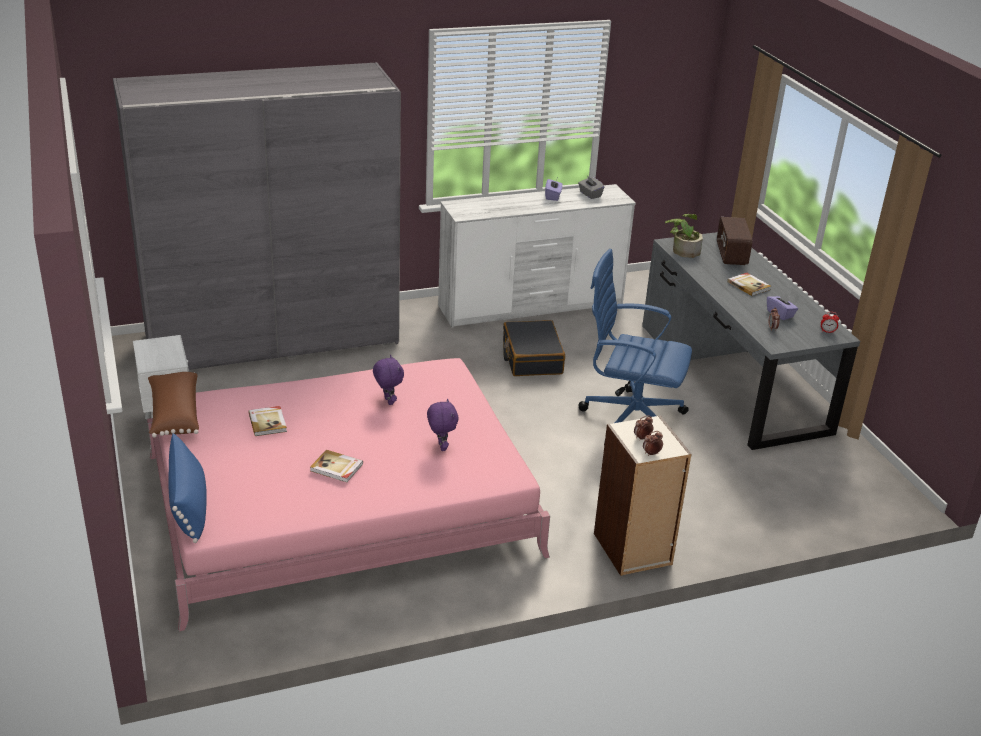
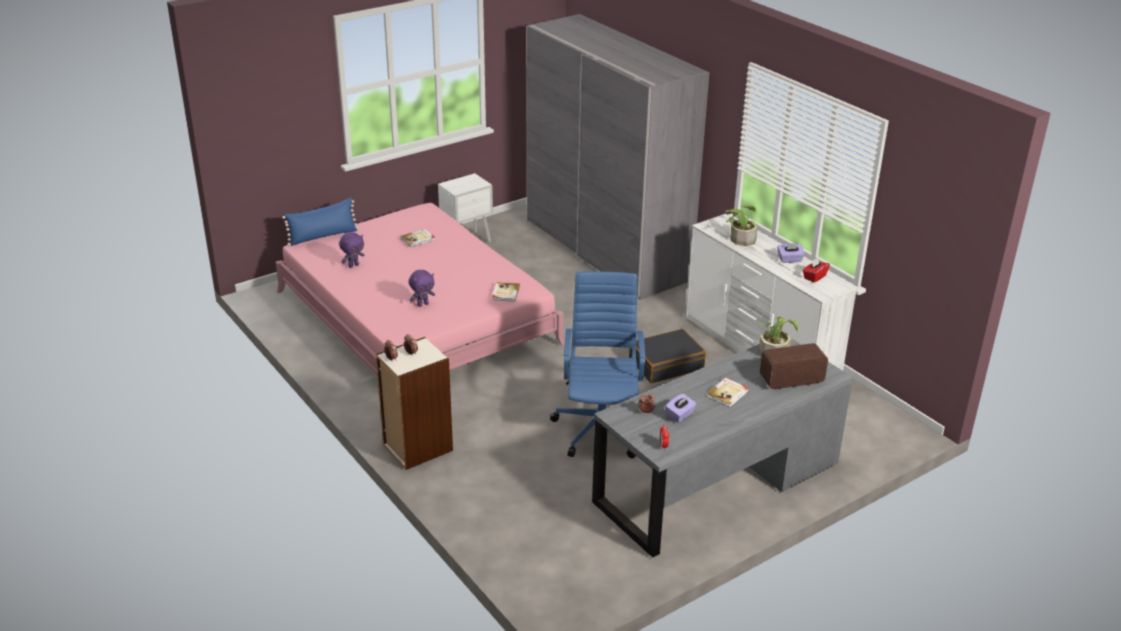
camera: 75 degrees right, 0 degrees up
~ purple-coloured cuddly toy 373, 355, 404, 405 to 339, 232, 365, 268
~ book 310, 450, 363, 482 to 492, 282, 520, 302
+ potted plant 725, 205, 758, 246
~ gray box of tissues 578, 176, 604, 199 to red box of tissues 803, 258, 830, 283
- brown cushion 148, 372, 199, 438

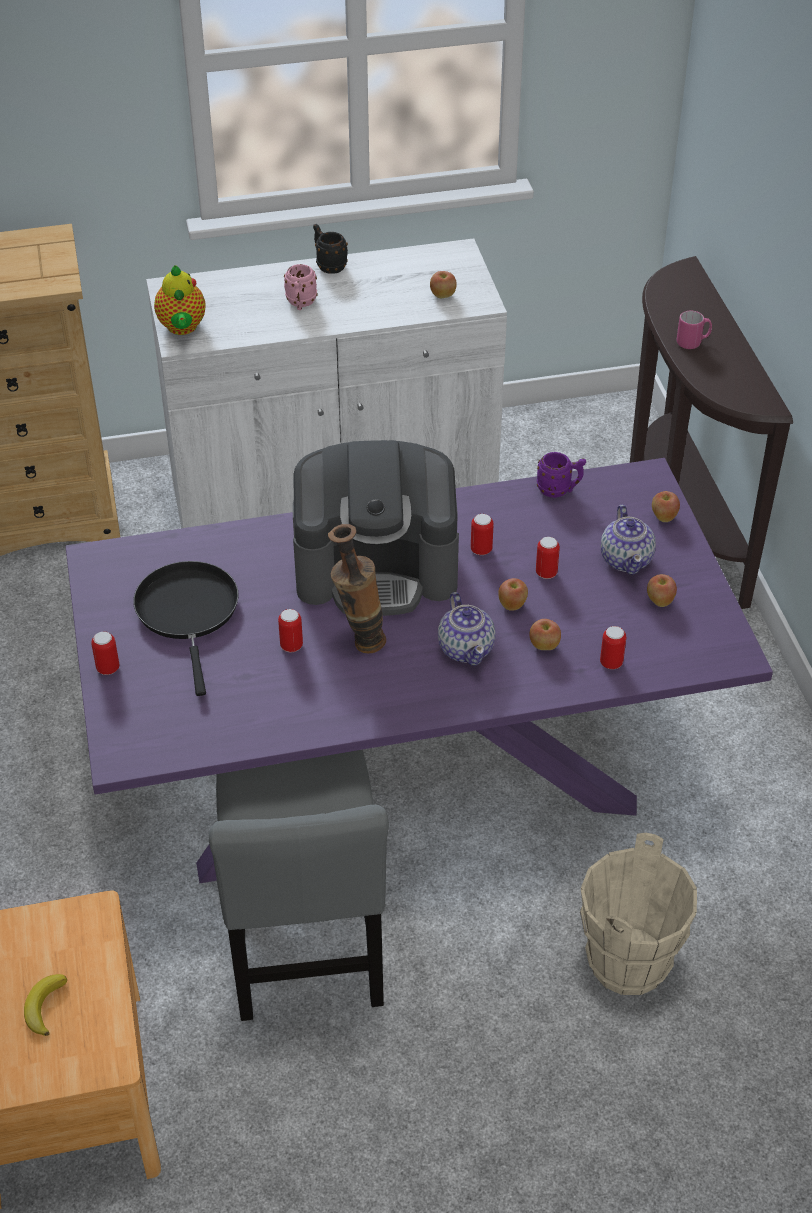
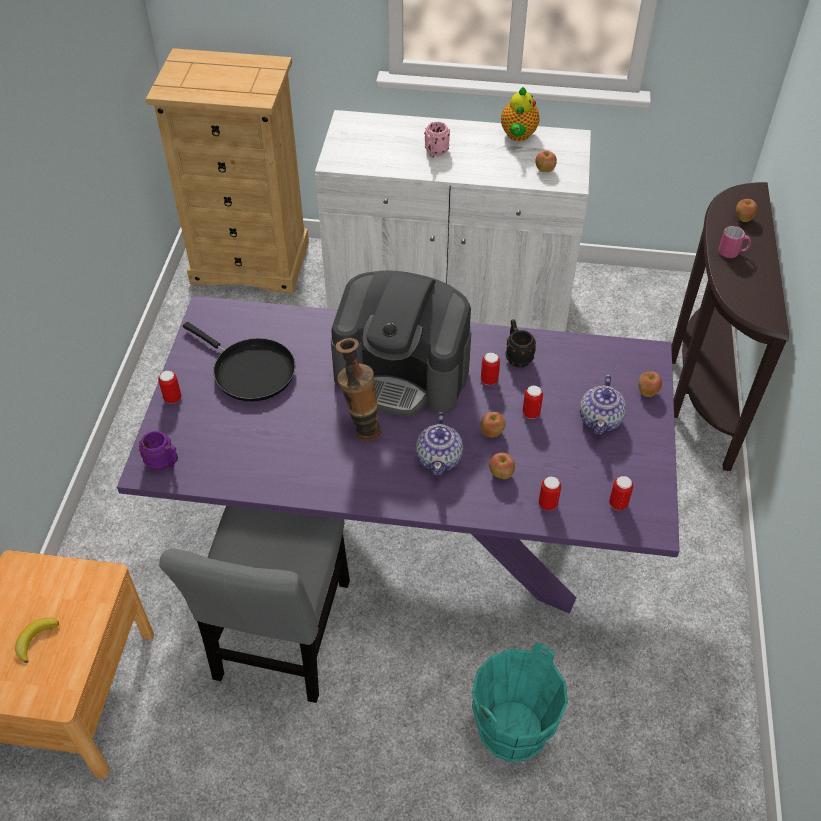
camera: 20 degrees right, 5 degrees up
~ purple-coloured mug 537, 452, 586, 498 to 139, 431, 178, 471
~ blackish frying pan 133, 561, 239, 696 = 183, 322, 295, 401 120 degrees clockwise
~ sand-coloured bucket 580, 833, 697, 995 to blue-green bucket 472, 643, 568, 762
~ pot for tea 154, 265, 205, 335 to 501, 87, 539, 141
~ blackish mug 313, 224, 348, 274 to 506, 319, 536, 367
~ can 278, 609, 303, 652 to 609, 476, 633, 510
~ apple 647, 574, 677, 607 to 736, 199, 758, 222

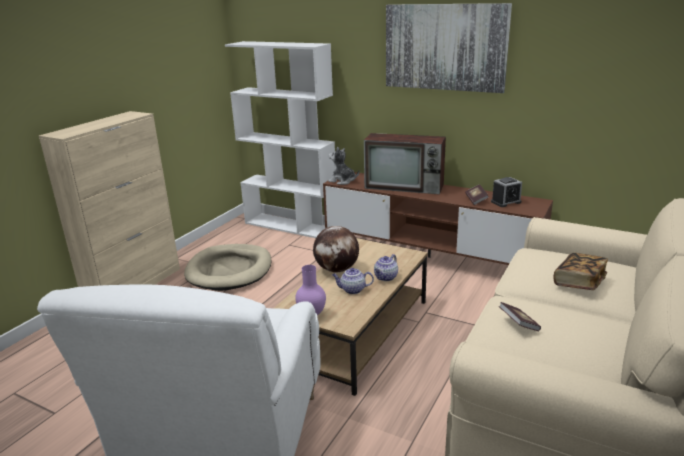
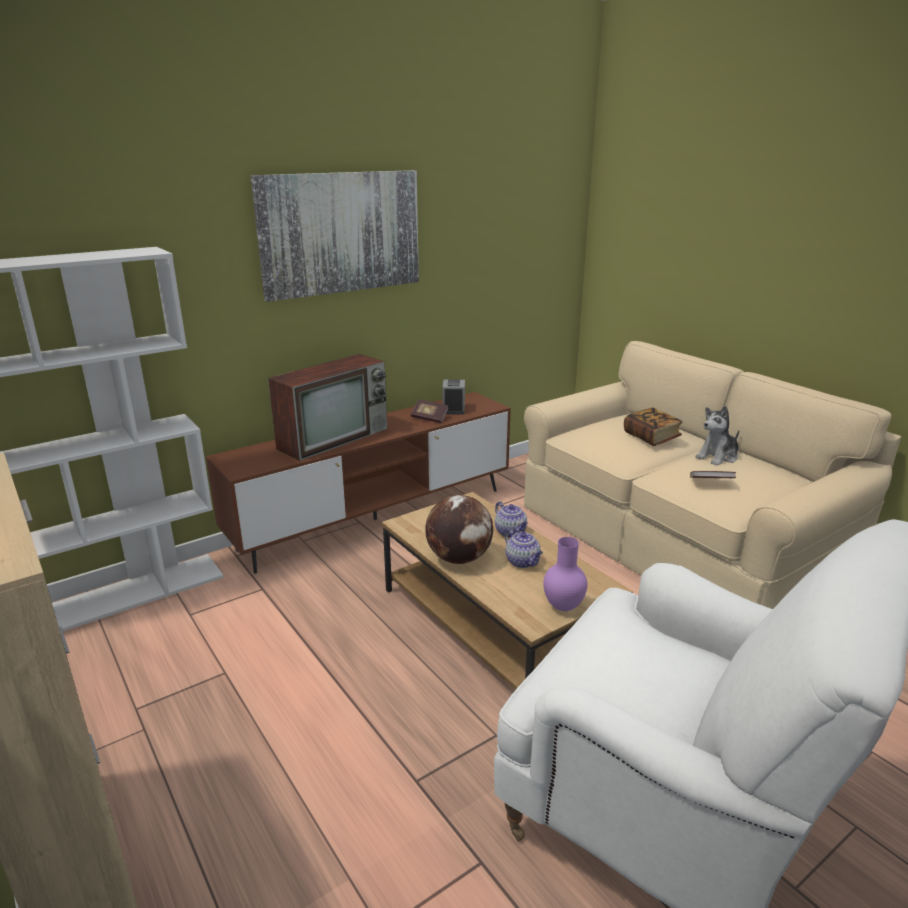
camera: 65 degrees left, 0 degrees up
~ pot for tea 332, 268, 374, 294 = 505, 529, 543, 568 60 degrees counterclockwise
~ cuddly toy 328, 147, 359, 185 to 695, 406, 739, 465
- sand-coloured dog bed 184, 244, 272, 291

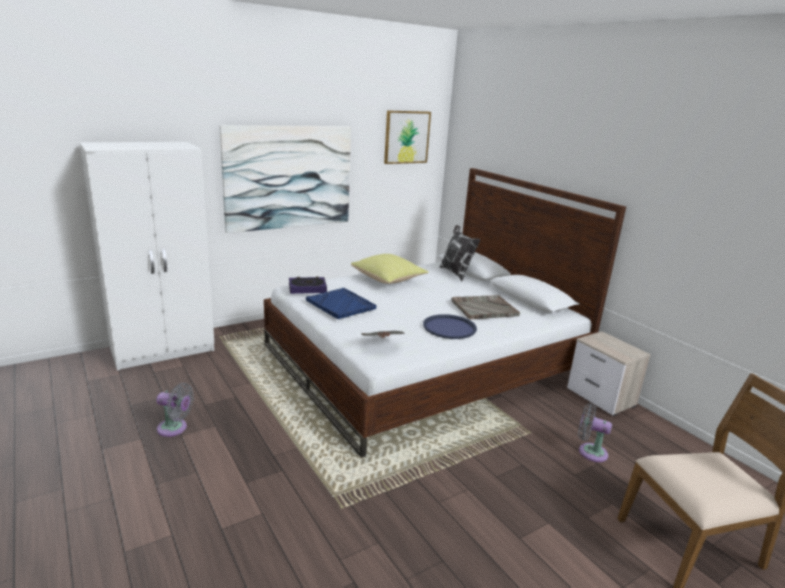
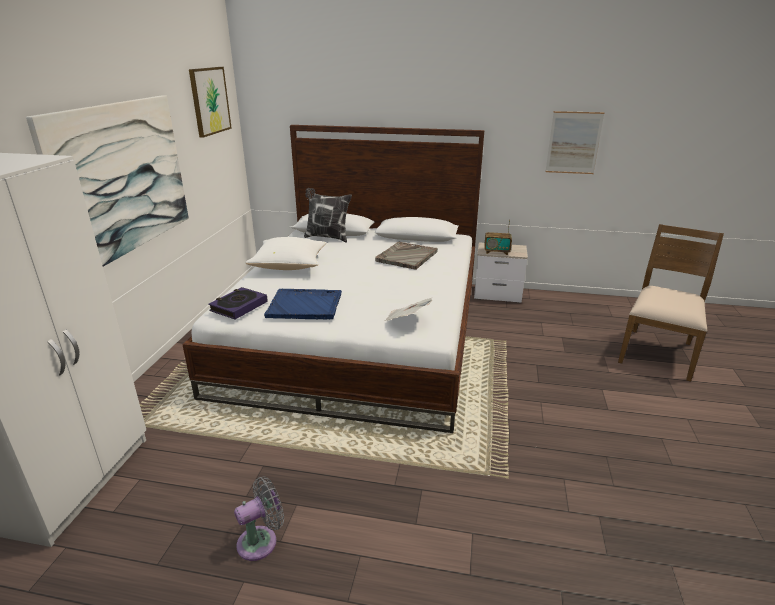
camera: 45 degrees left, 5 degrees up
~ yellow cushion 351, 254, 429, 284 to whitish cushion 245, 237, 327, 270
+ radio set 484, 220, 512, 255
+ wall art 545, 111, 605, 174
- blue tray 423, 314, 477, 339
- gray electric fan 578, 403, 612, 462

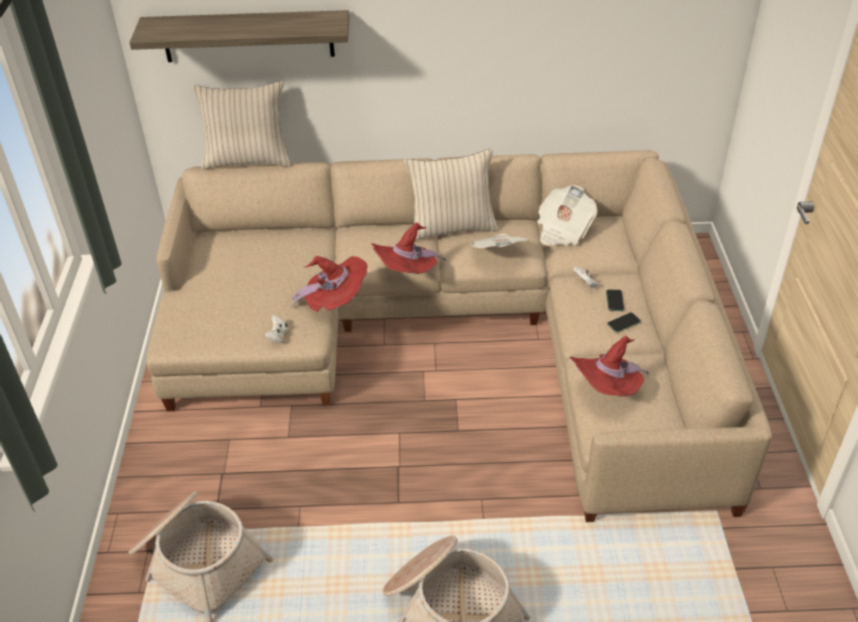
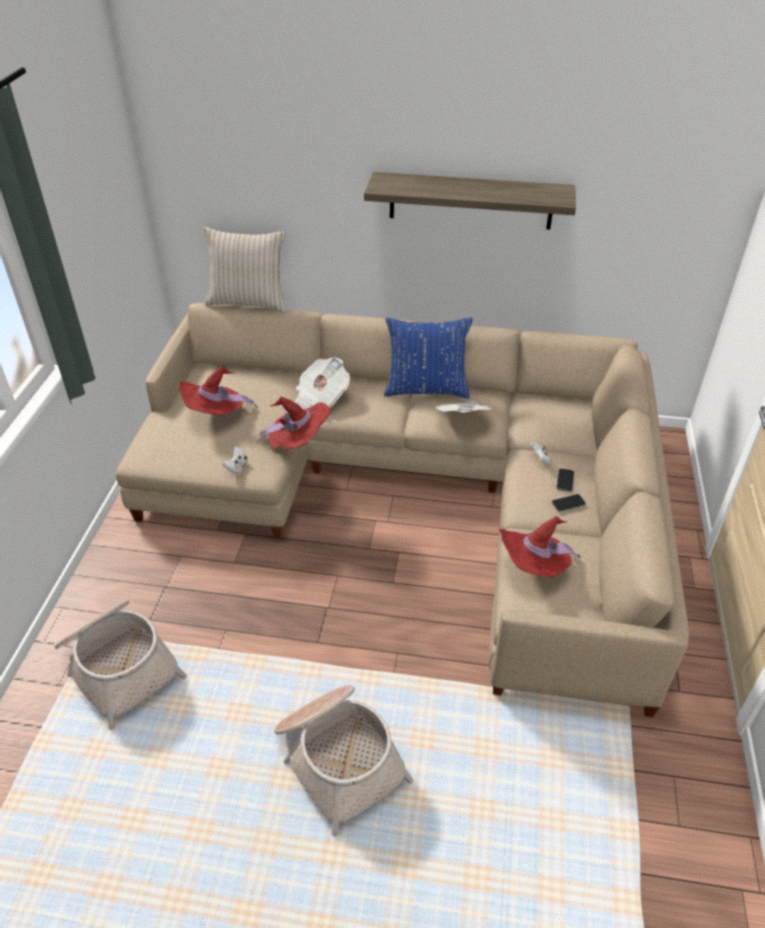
camera: 10 degrees right, 0 degrees up
~ red wearable hat 371, 222, 446, 274 to 177, 366, 258, 415
~ printed paper 537, 185, 597, 245 to 295, 357, 350, 409
~ bracket shelf 129, 10, 350, 62 to 364, 172, 576, 230
~ sand-coloured cushion 404, 148, 498, 241 to blue cushion 384, 318, 473, 398

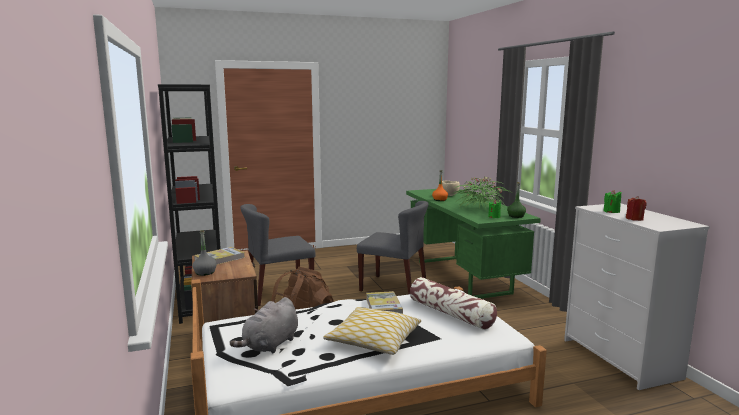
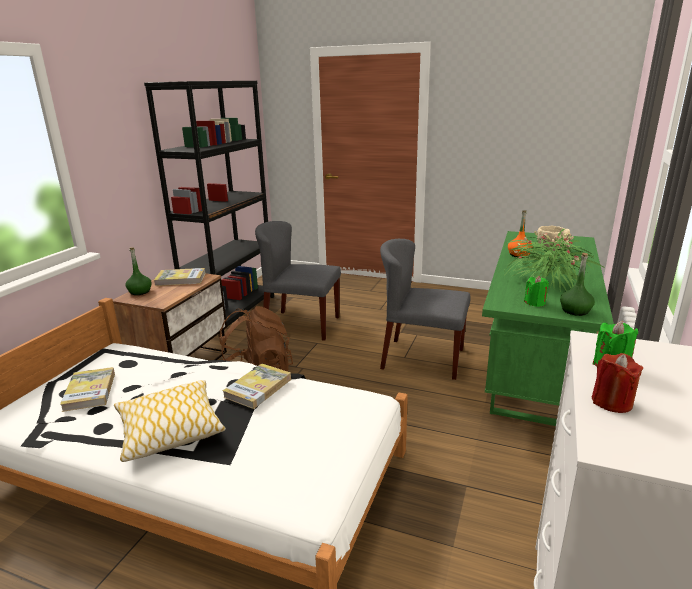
camera: 40 degrees right, 10 degrees up
~ gray cuddly toy 230, 297, 298, 353 to book 60, 367, 115, 412
~ gray beverage bottle 192, 230, 217, 276 to greenish beverage bottle 126, 247, 152, 295
~ gray upright chair 357, 201, 428, 295 = 380, 239, 471, 380 135 degrees clockwise
- cushion 410, 277, 497, 330

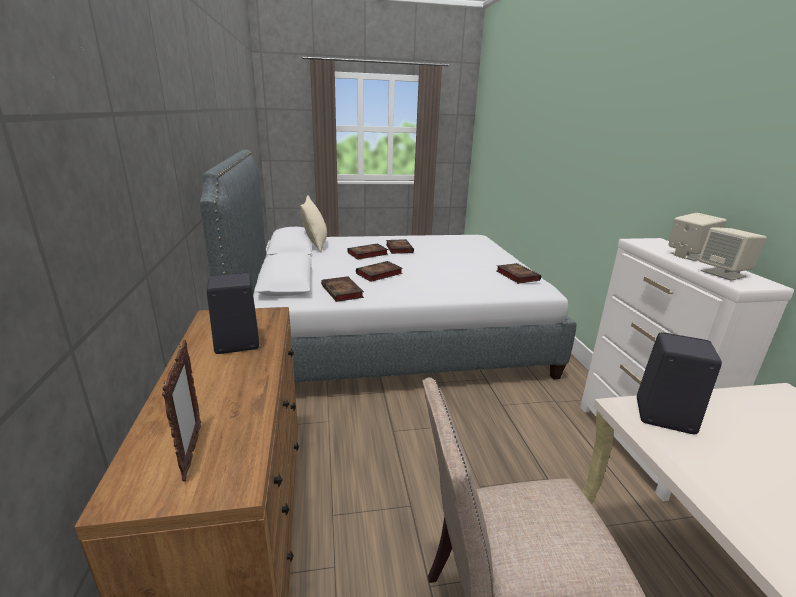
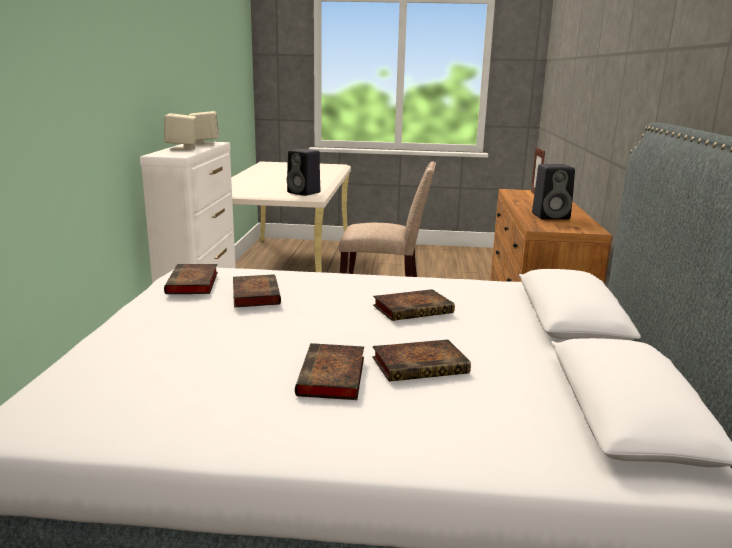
camera: 165 degrees left, 5 degrees down
~ book 321, 276, 364, 302 to 233, 274, 281, 308
- sand-coloured cushion 301, 195, 327, 253

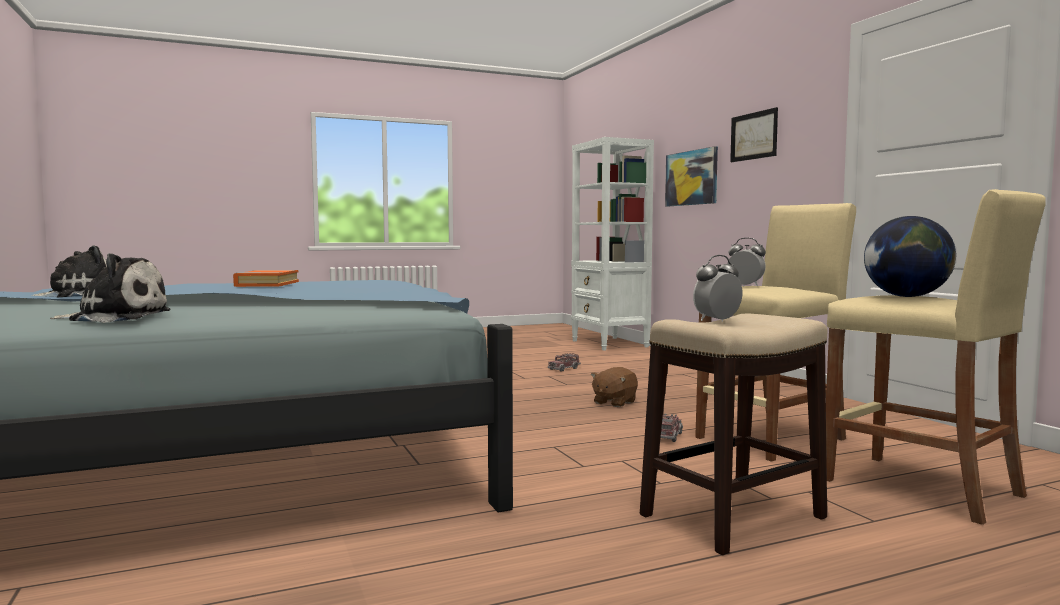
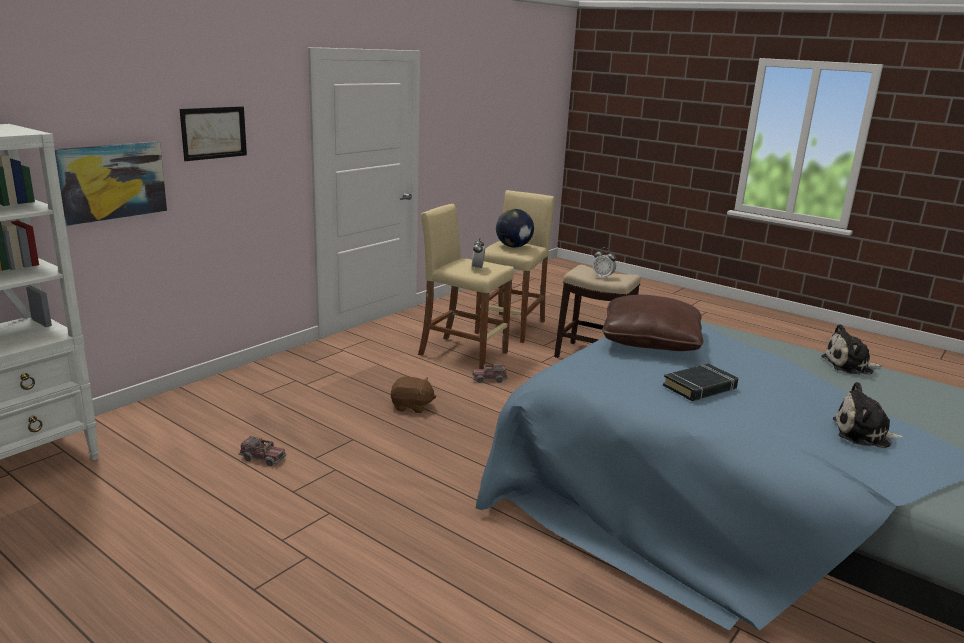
camera: 120 degrees left, 15 degrees up
+ brown cushion 602, 295, 704, 351
~ orangey book 233, 270, 299, 287 to blackish book 663, 364, 738, 401
~ cuddly toy 50, 253, 170, 323 = 821, 324, 882, 374 60 degrees counterclockwise

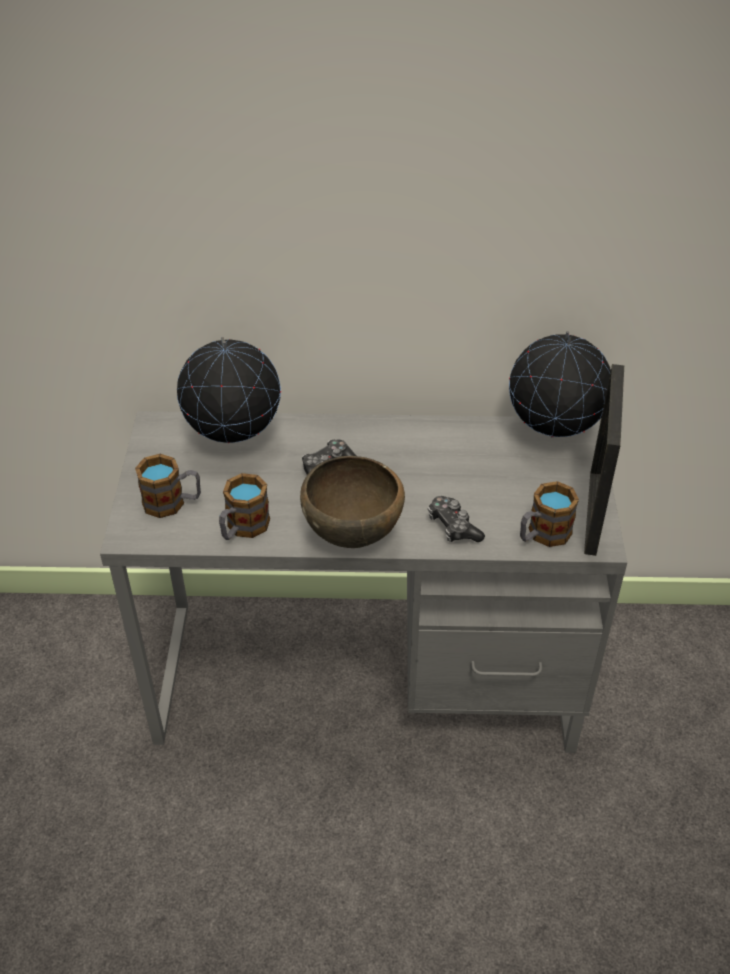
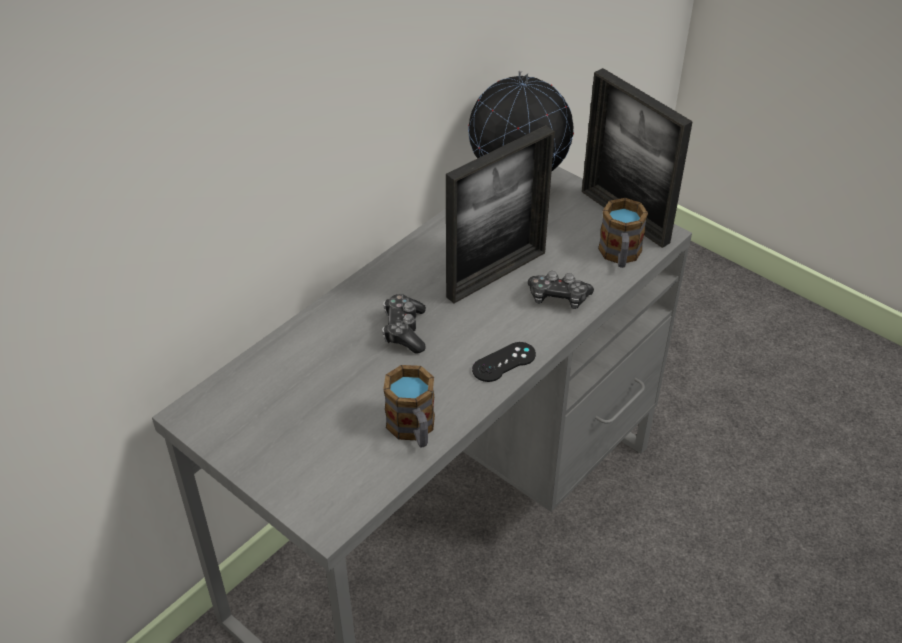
camera: 50 degrees left, 0 degrees up
+ picture frame 446, 126, 555, 303
~ brown serving bowl 300, 456, 405, 548 to blackish game controller 472, 342, 536, 382
- mug 135, 454, 201, 518
- world globe 177, 337, 281, 443

